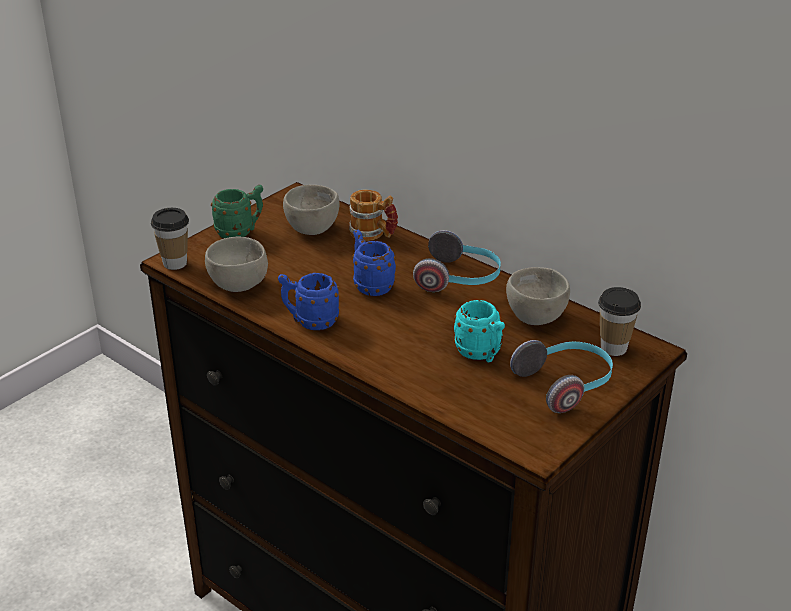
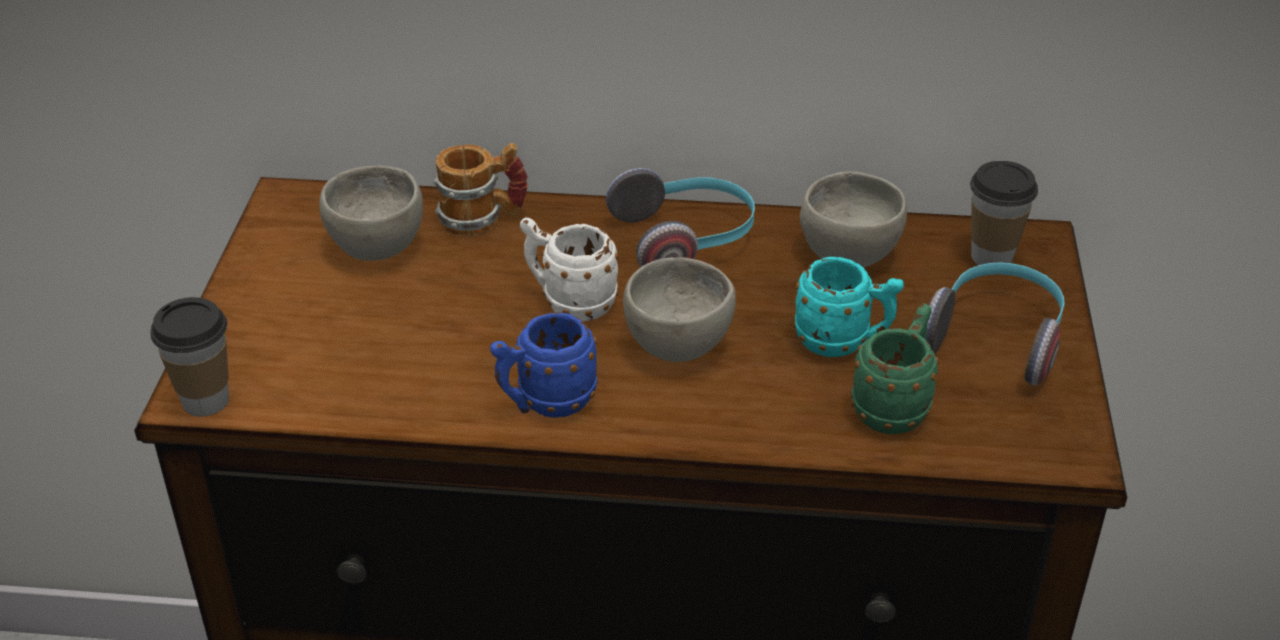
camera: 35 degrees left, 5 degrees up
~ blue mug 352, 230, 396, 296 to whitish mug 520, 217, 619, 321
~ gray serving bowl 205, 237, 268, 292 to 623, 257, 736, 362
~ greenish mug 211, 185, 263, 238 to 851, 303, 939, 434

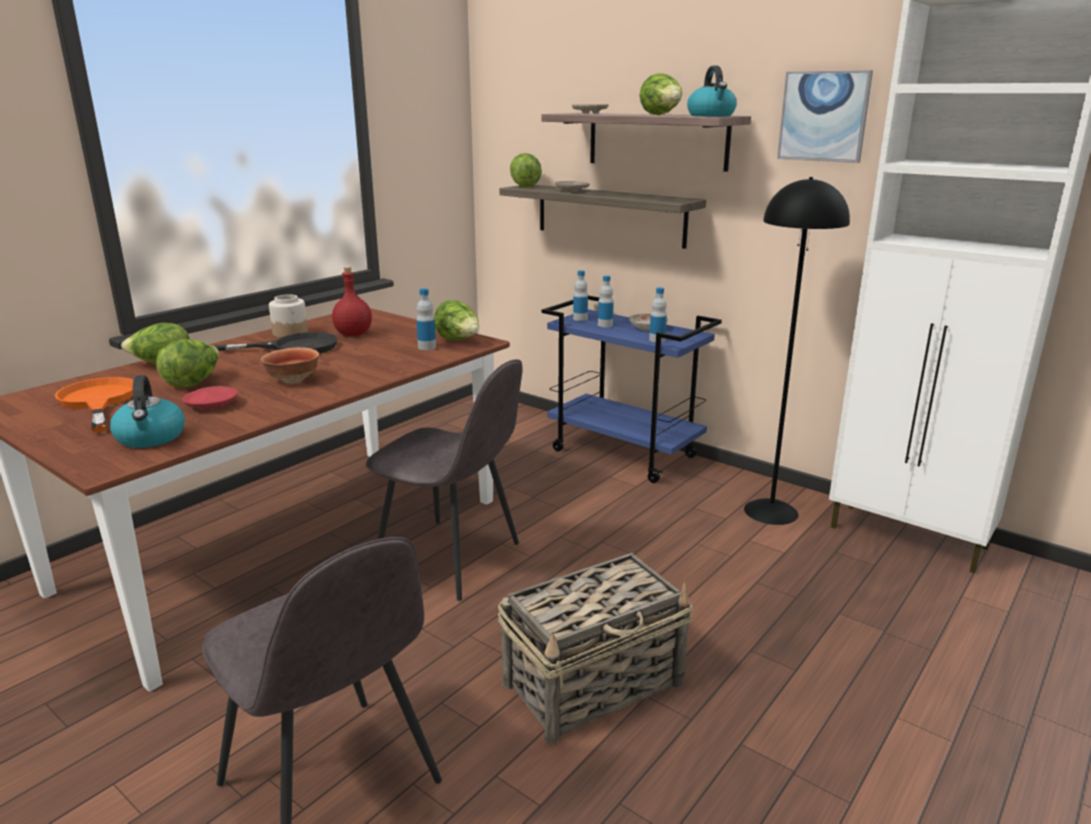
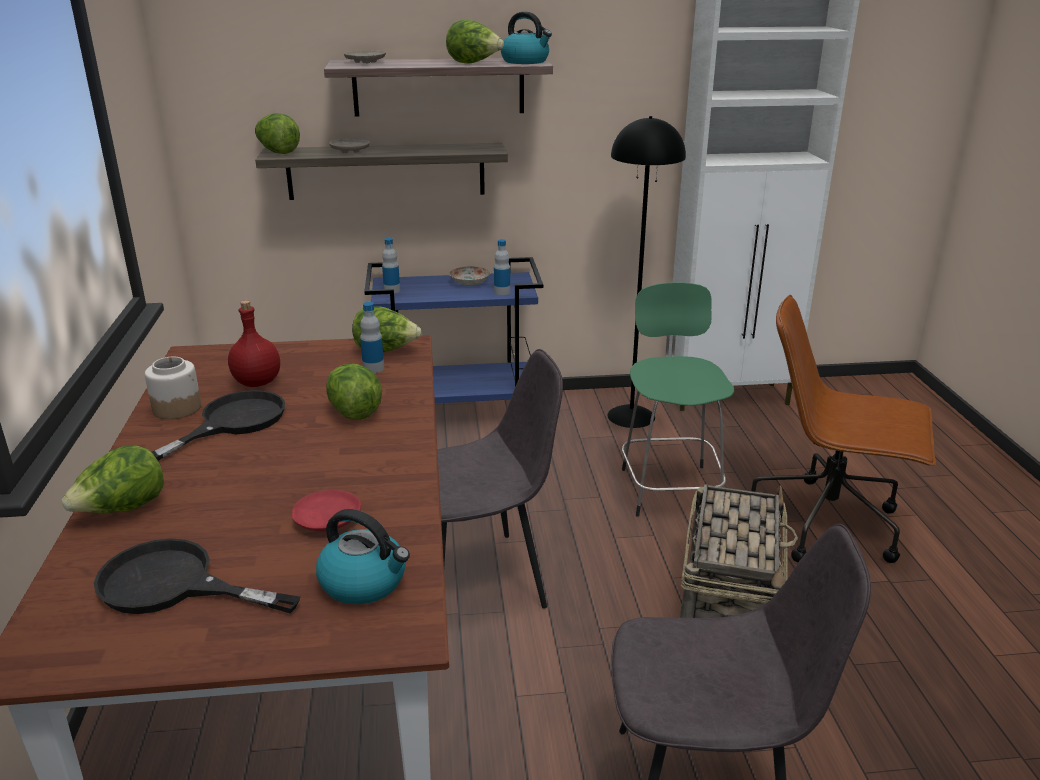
camera: 45 degrees left, 5 degrees up
~ orangey frying pan 54, 377, 133, 432 to blackish frying pan 94, 538, 301, 614
~ head of lettuce 156, 339, 219, 388 to 326, 364, 382, 420
+ greenish sitting stool 622, 282, 734, 517
+ brown desk chair 751, 295, 936, 563
- serving bowl 261, 347, 319, 384
- beverage bottle 598, 275, 614, 327
- wall art 777, 70, 873, 163

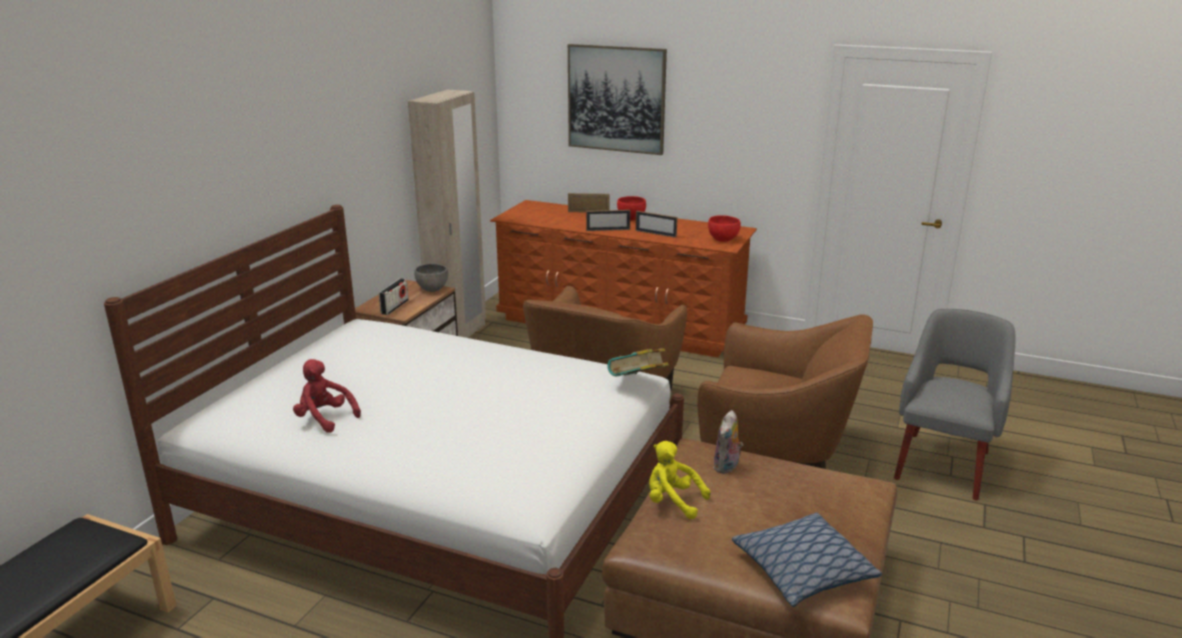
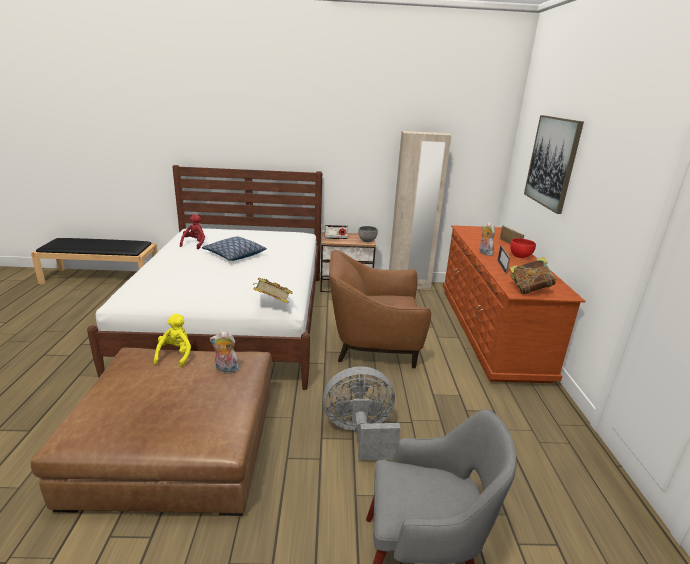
camera: 65 degrees right, 0 degrees up
~ cushion 732, 513, 882, 607 to 202, 237, 267, 261
~ brown armchair 697, 314, 873, 469 to gray electric fan 323, 366, 401, 461
~ picture frame 586, 210, 631, 231 to cuddly toy 480, 222, 495, 256
~ red serving bowl 708, 215, 741, 242 to book 509, 257, 558, 294

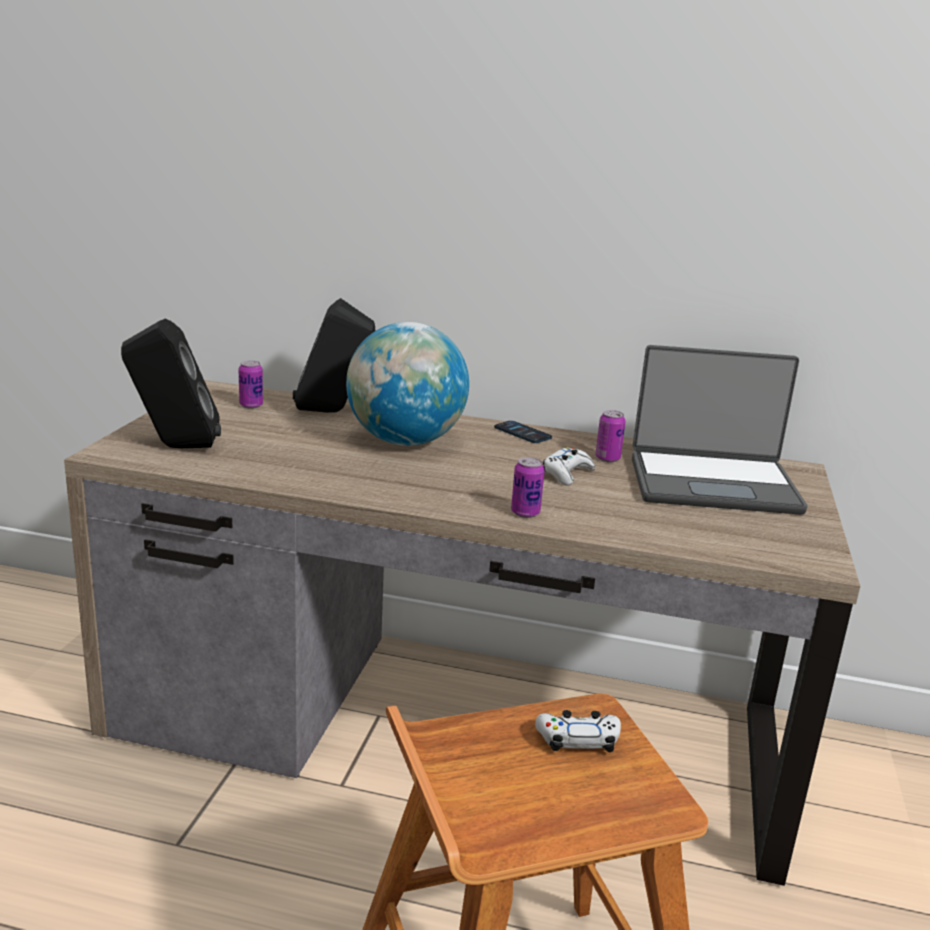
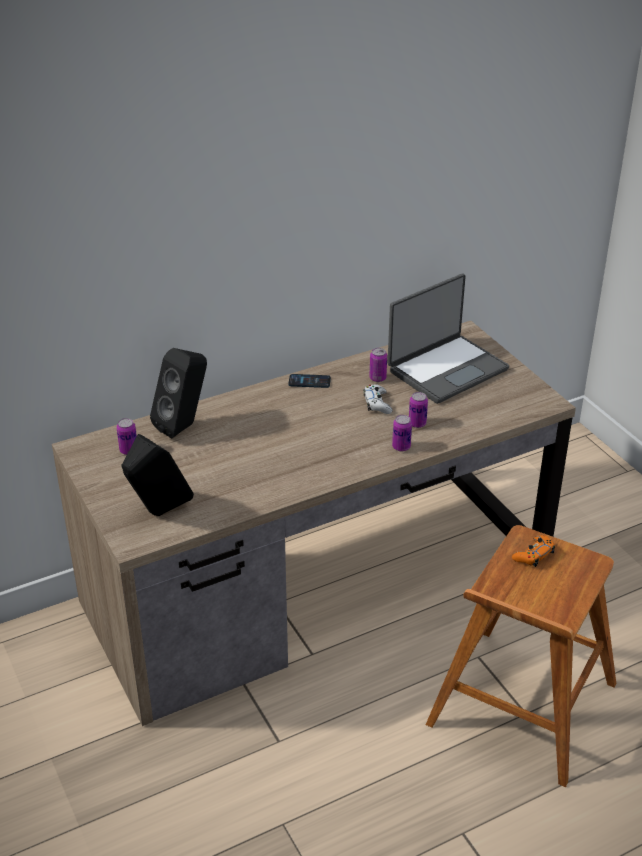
camera: 40 degrees left, 15 degrees up
+ can 409, 392, 428, 428
~ whitish game controller 535, 710, 621, 752 to orangey game controller 512, 535, 555, 567
- world globe 346, 322, 469, 446

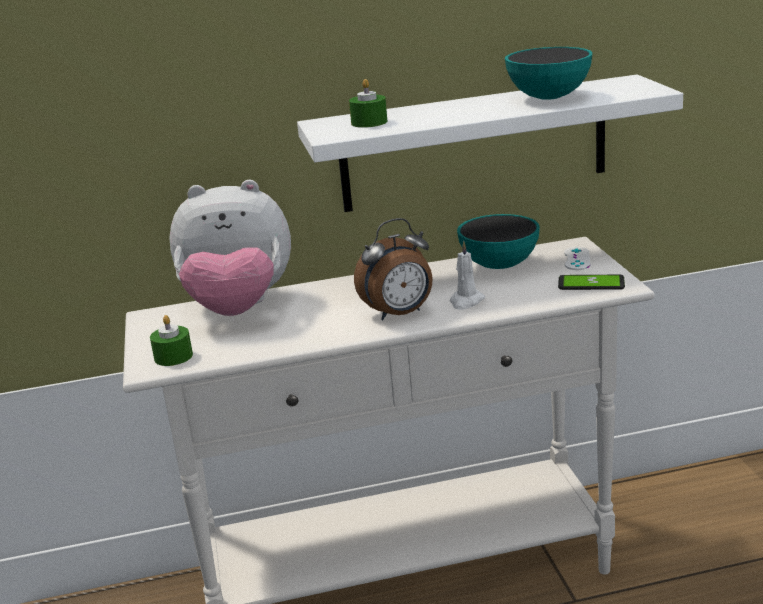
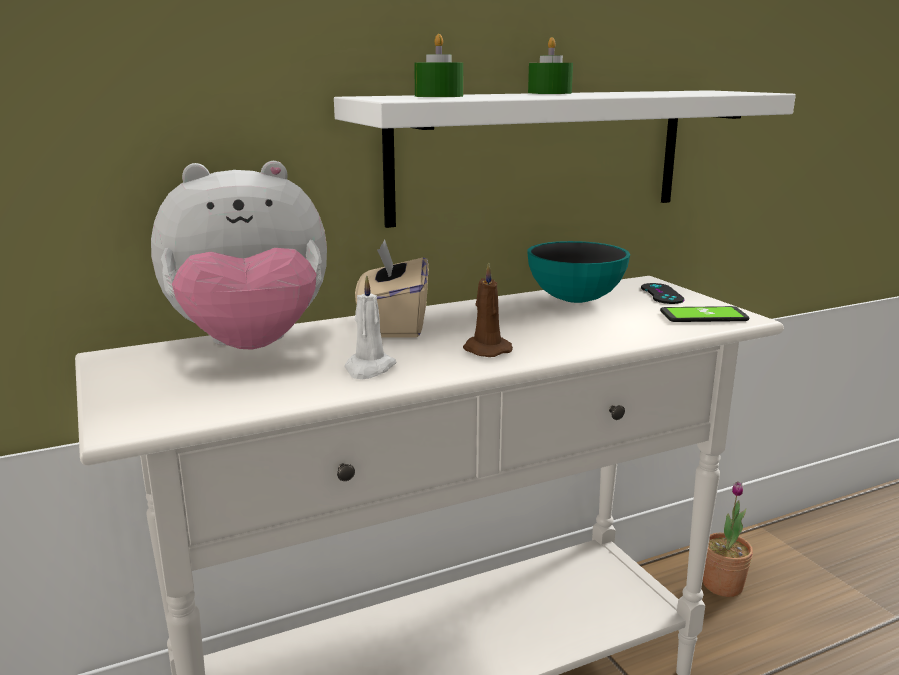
camera: 15 degrees left, 5 degrees down
~ whitish wax light 450, 241, 485, 310 to 344, 275, 397, 379
+ sand-coloured box of tissues 355, 239, 429, 337
~ bedside clock 354, 218, 433, 321 to brown wax light 463, 262, 513, 357
~ greenish wax light 150, 315, 193, 366 to 528, 37, 573, 94
~ whitish game controller 564, 247, 590, 270 to blackish game controller 641, 283, 685, 304
+ potted plant 703, 481, 753, 597
- serving bowl 505, 47, 593, 100

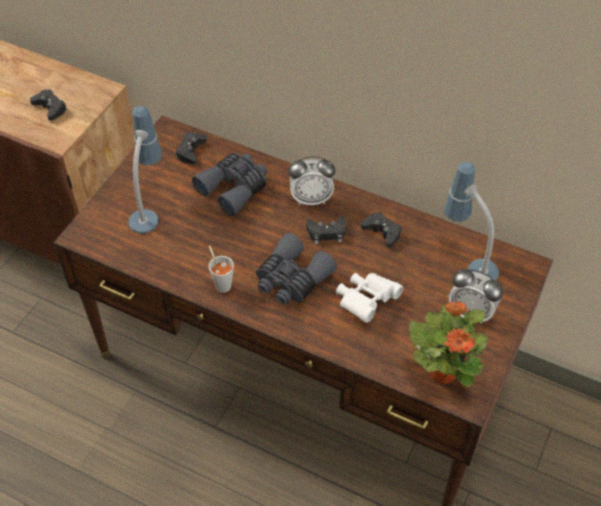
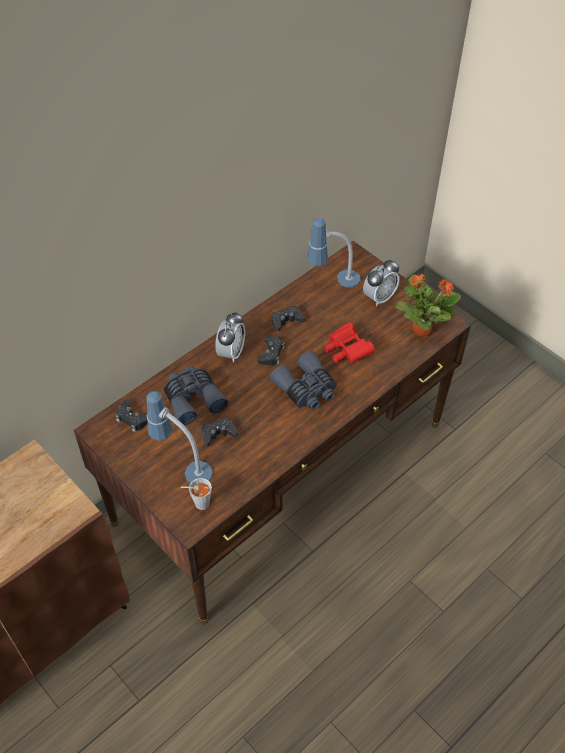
camera: 70 degrees left, 0 degrees up
~ gray small cup 209, 245, 234, 293 to 181, 478, 212, 510
~ blackish game controller 30, 89, 67, 121 to 201, 417, 238, 447
~ whitish field glasses 336, 273, 403, 323 to red field glasses 323, 322, 375, 363

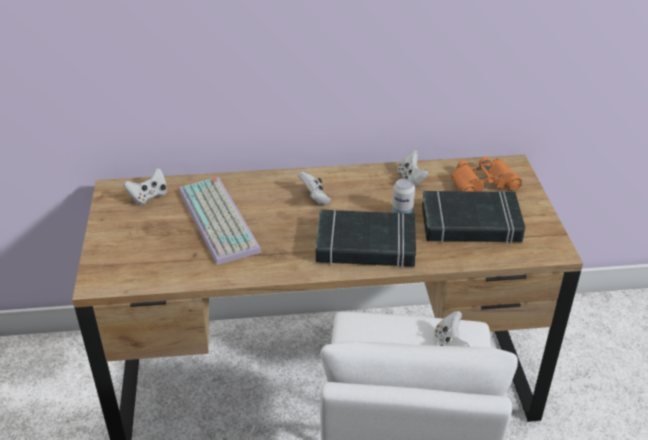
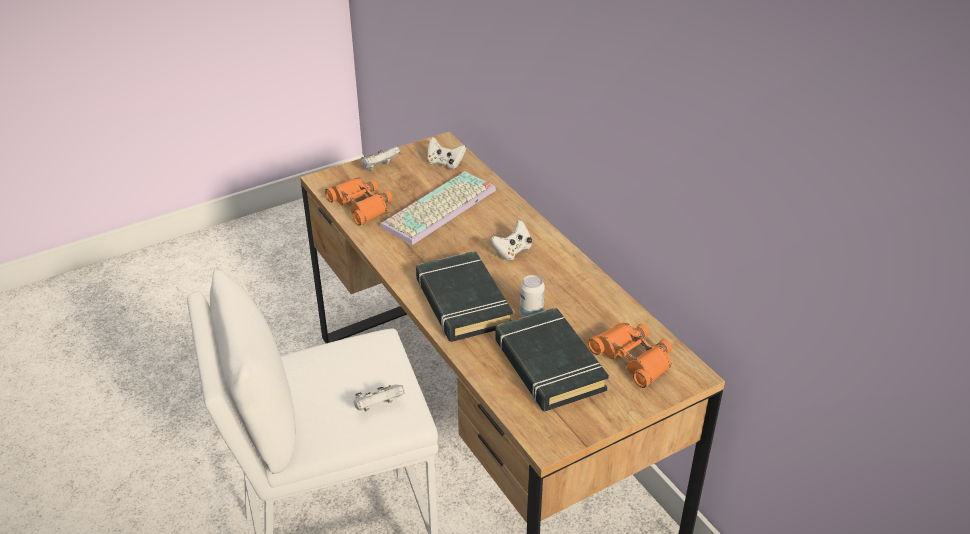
camera: 65 degrees right, 0 degrees up
+ orangey field glasses 325, 177, 392, 226
~ whitish game controller 397, 150, 429, 186 to 361, 147, 400, 171

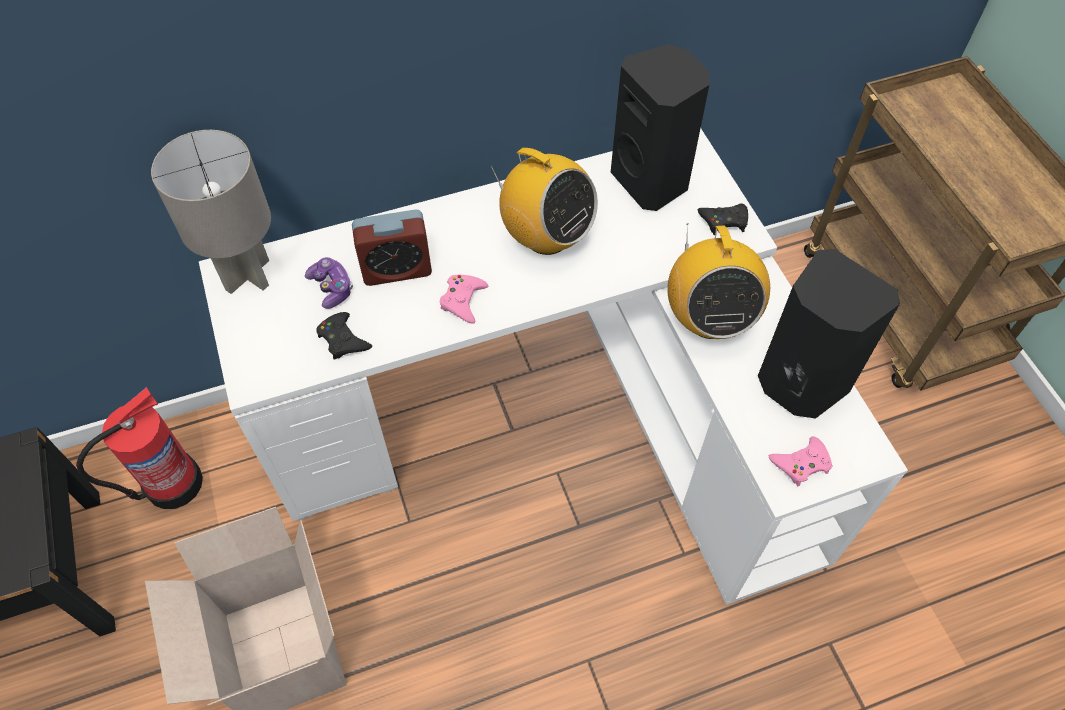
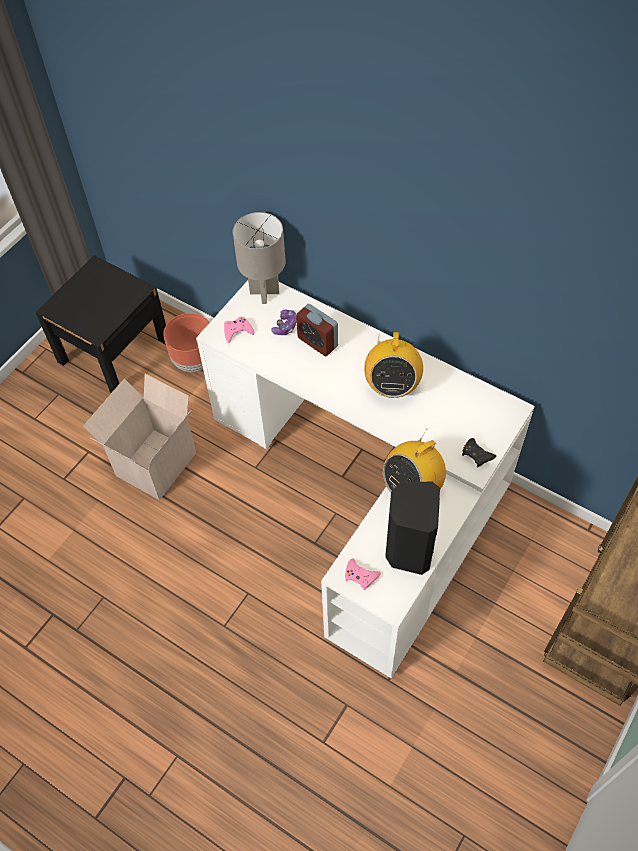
camera: 55 degrees right, 0 degrees up
~ fire-fighting cylinder 76, 387, 203, 509 to brown planter 163, 313, 210, 372
~ pinkish game controller 440, 275, 488, 324 to 224, 317, 254, 343
- blackish game controller 316, 312, 372, 360
- blackish speaker 611, 44, 709, 211

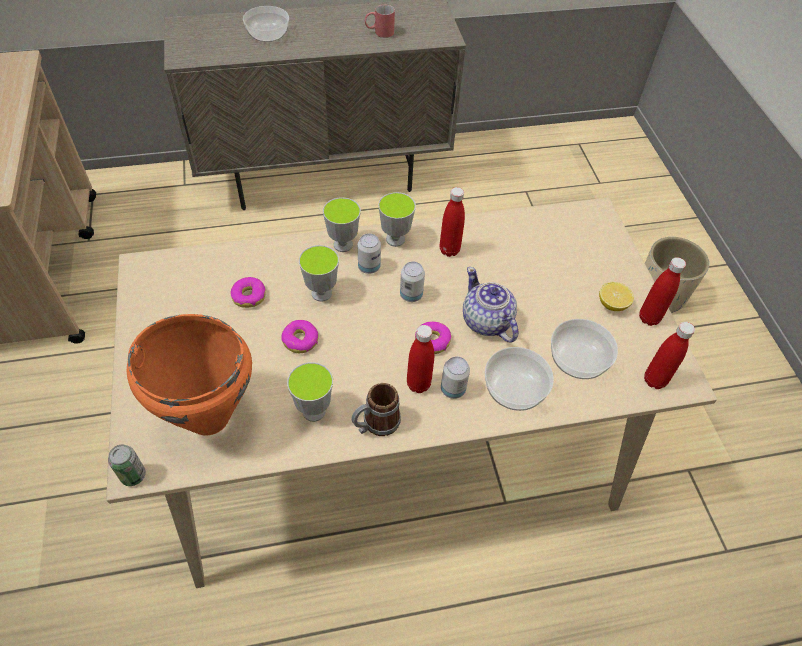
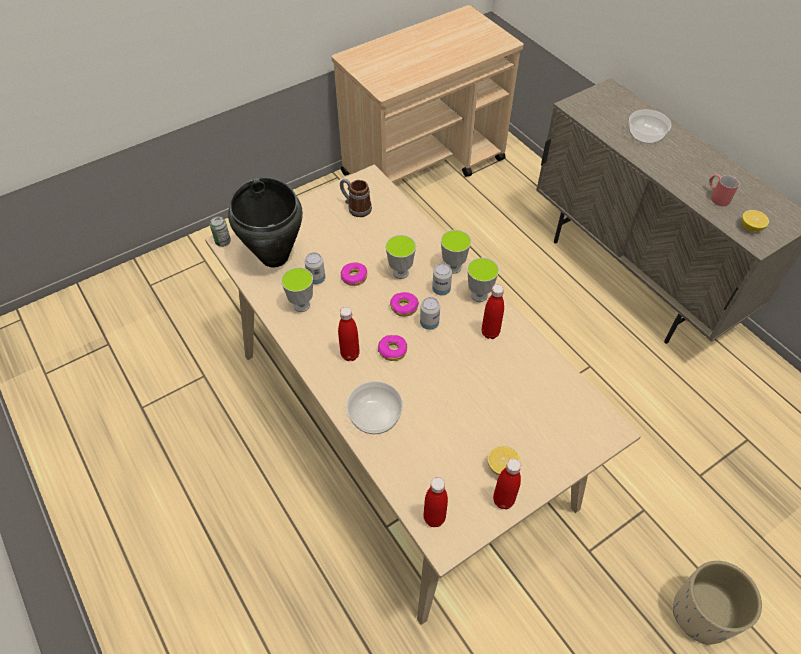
camera: 70 degrees right, 0 degrees up
~ orangey saucepot 127, 314, 252, 435 to blackish saucepot 228, 177, 303, 267
~ can 441, 356, 470, 399 to 305, 252, 325, 284
~ mug 351, 383, 401, 436 to 340, 179, 372, 217
~ donut 230, 277, 266, 308 to 390, 292, 419, 317
+ lemon 742, 210, 769, 232
- pot for tea 463, 267, 518, 343
- serving bowl 551, 319, 618, 379

